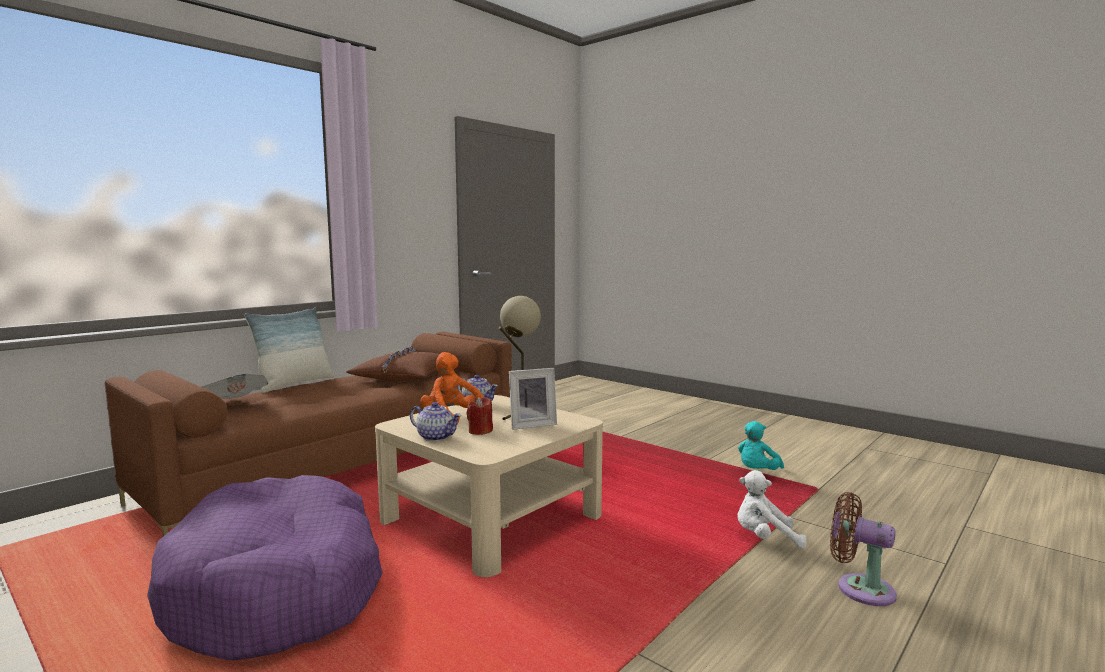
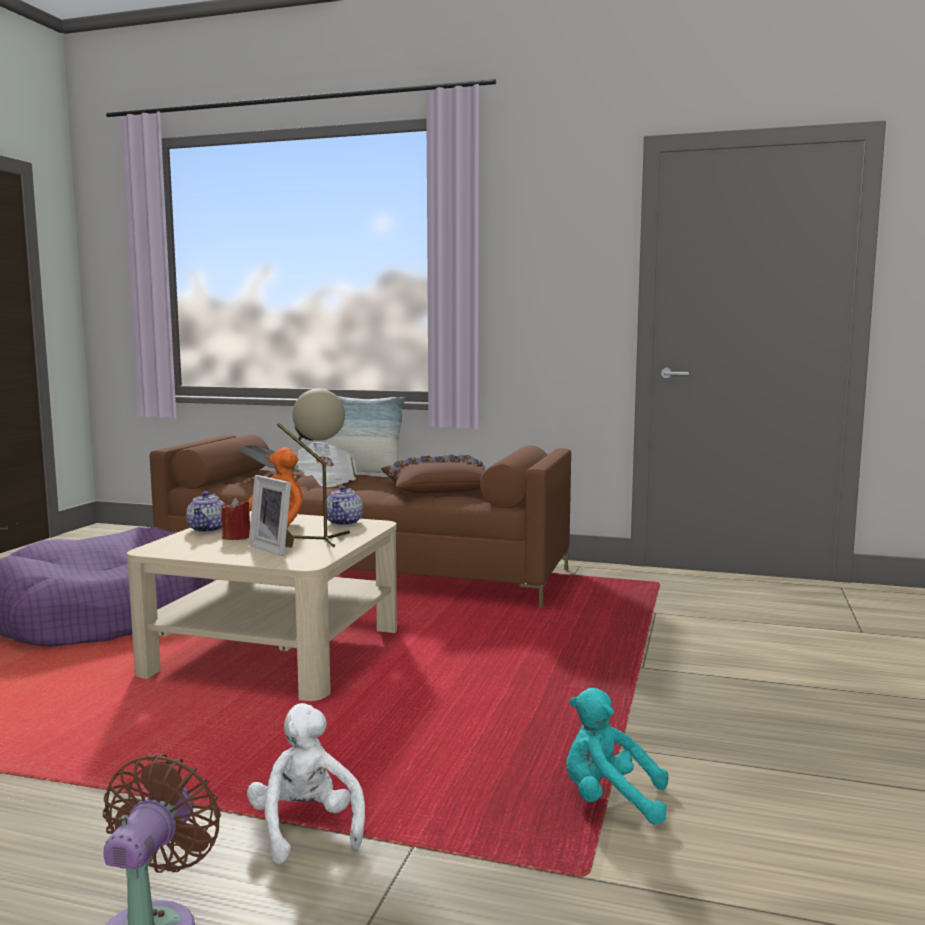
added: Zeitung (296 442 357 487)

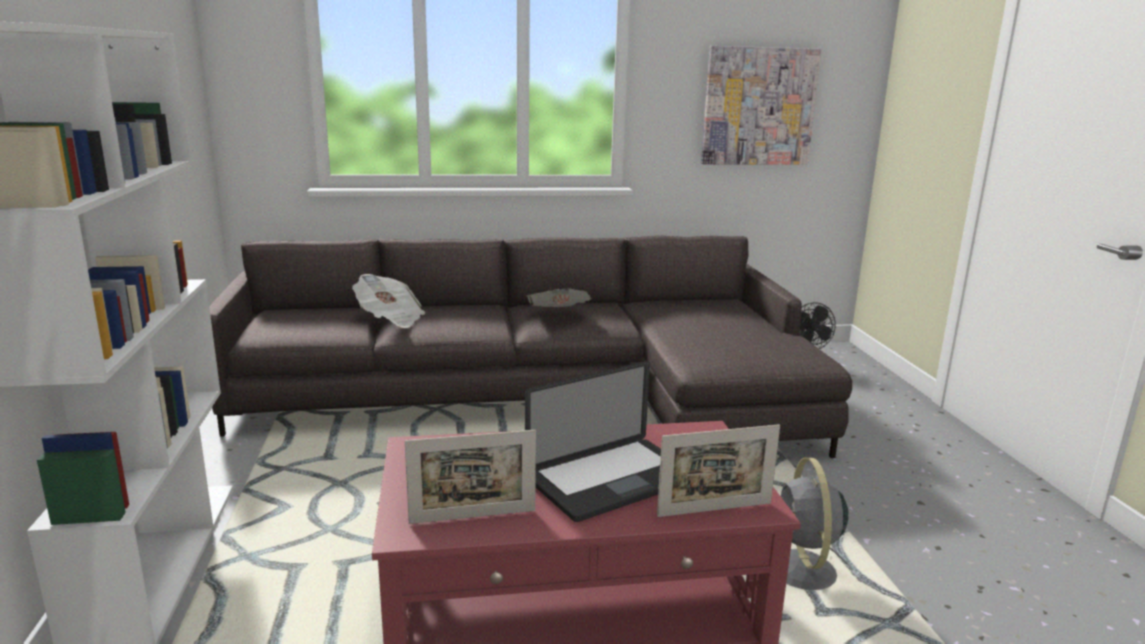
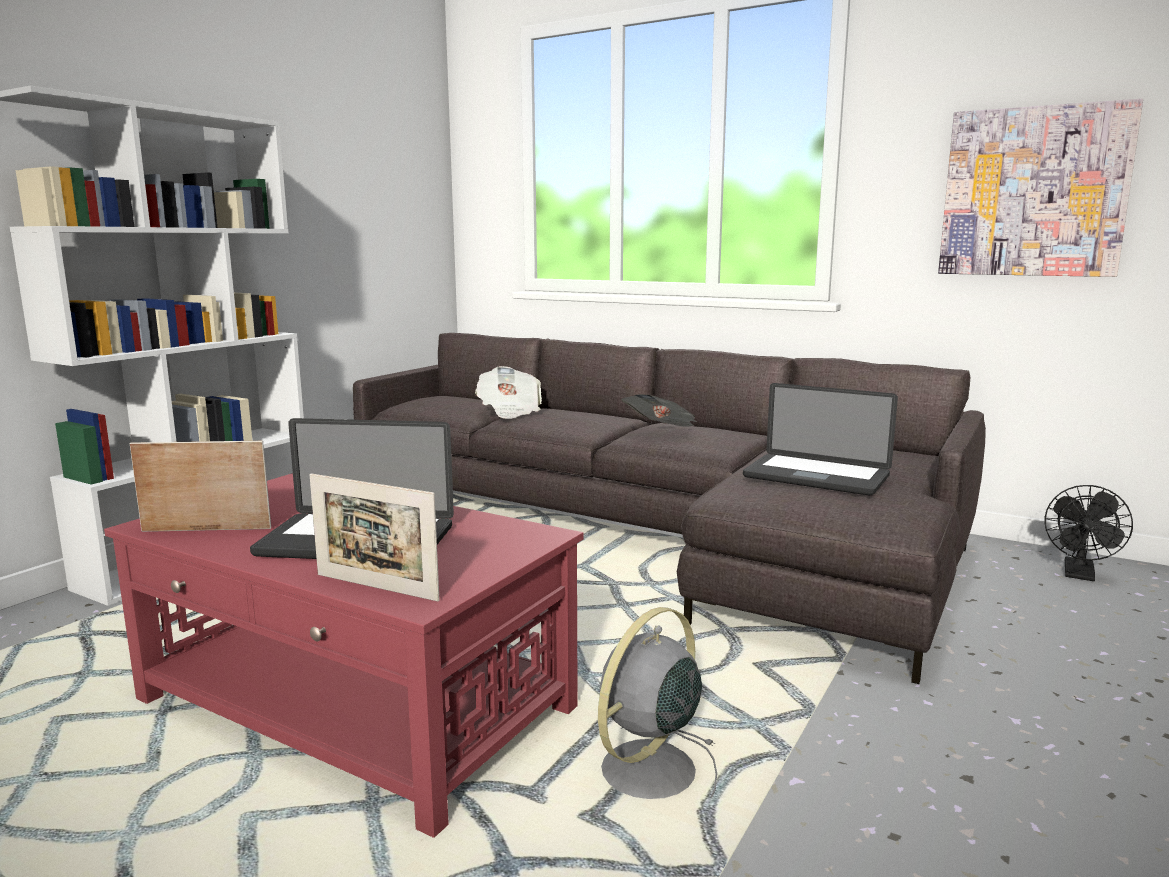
added: Laptop (743 383 898 495)
turned: Bilderrahmen (405 430 536 524) = (129 441 271 532) 150 degrees clockwise

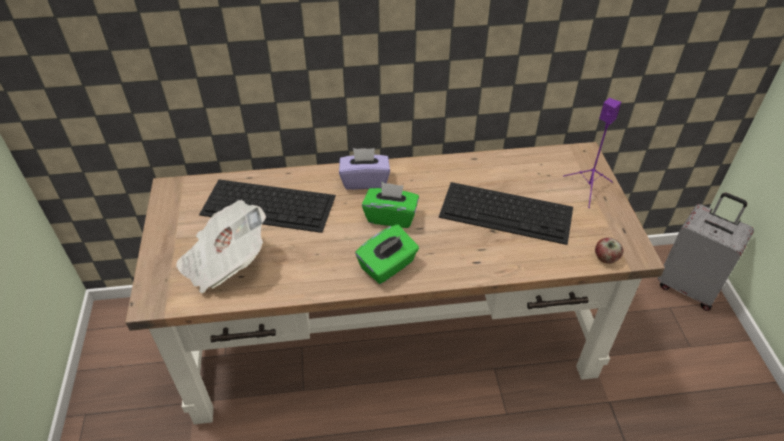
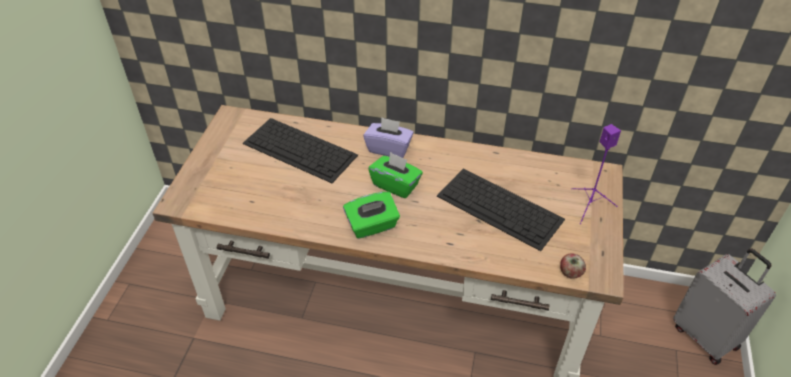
removed: Zeitung (176 200 266 293)

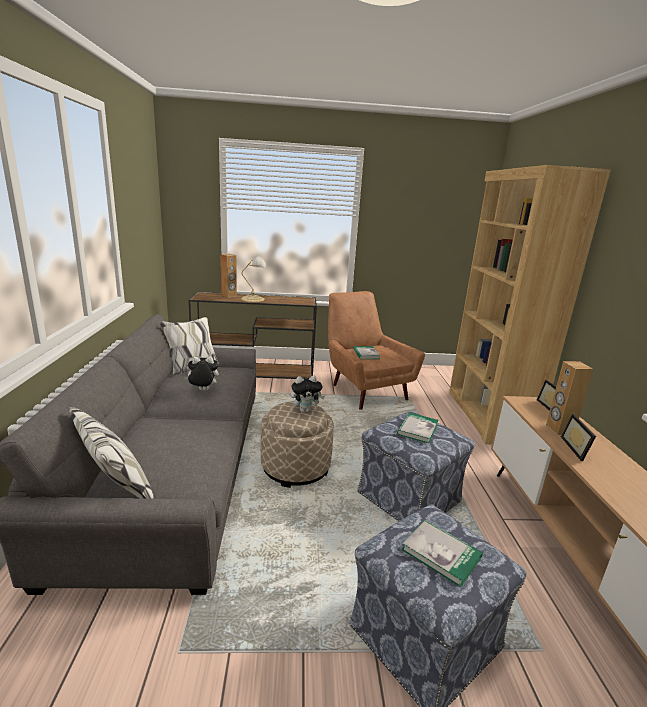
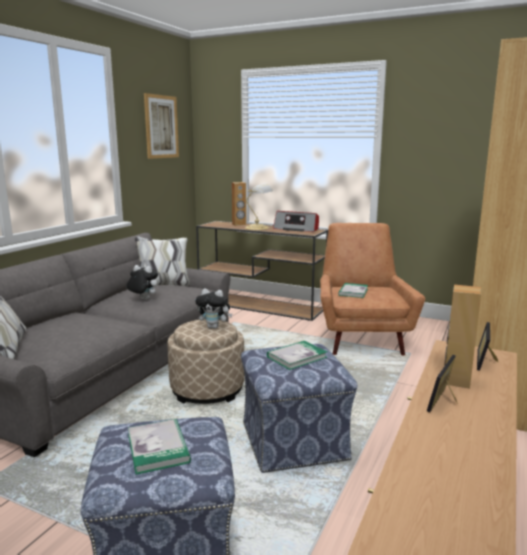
added: Bild (144 93 179 159); Radio (273 211 319 232)

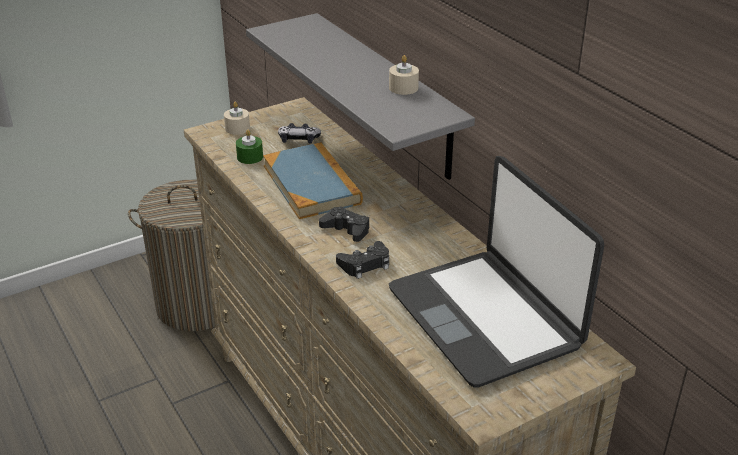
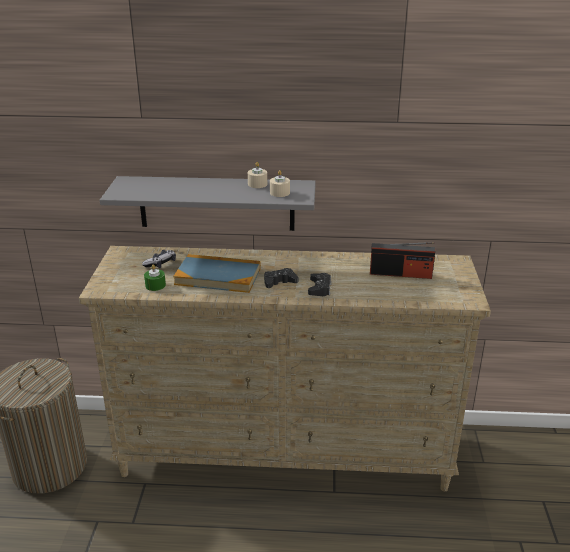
moved: Kerze [beige] (224 102 250 135) to (270 170 290 197)
replaced: Laptop (389 156 604 387) to Radio (370 242 435 279)

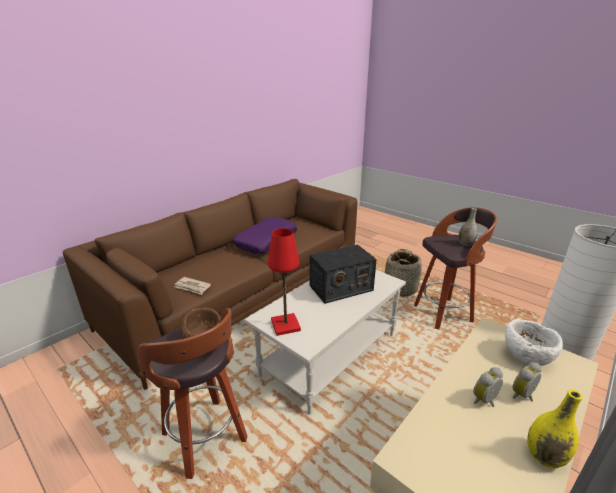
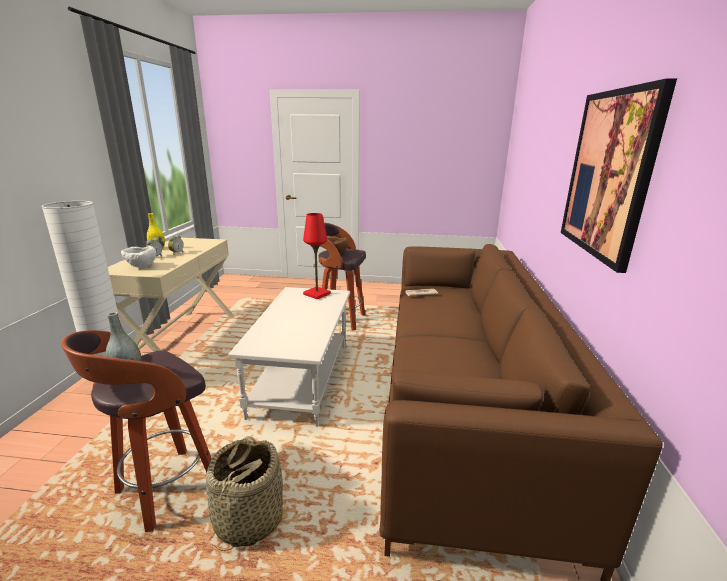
removed: Kissen [lila] (233 217 297 254); Radio (309 245 377 304)
added: Bild (561 78 677 273)

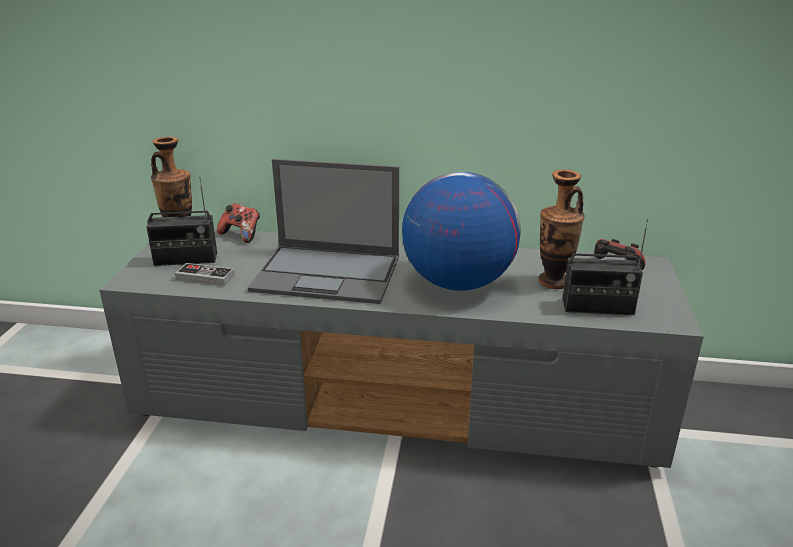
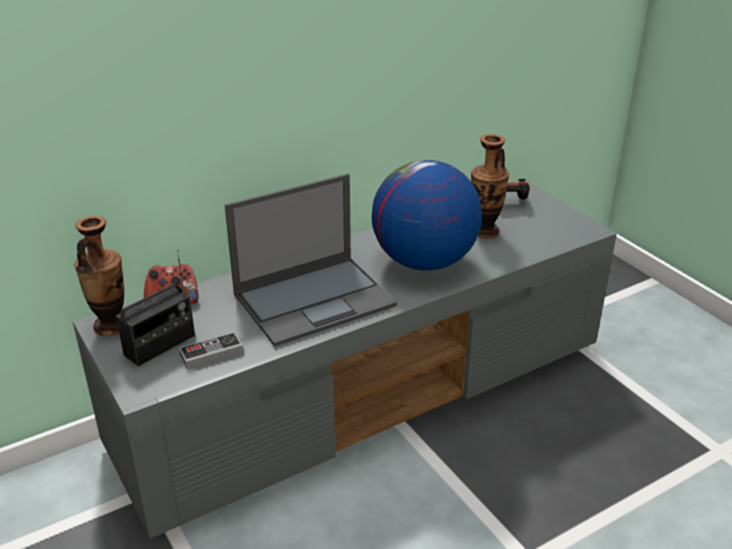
removed: Radio (563 219 648 315)

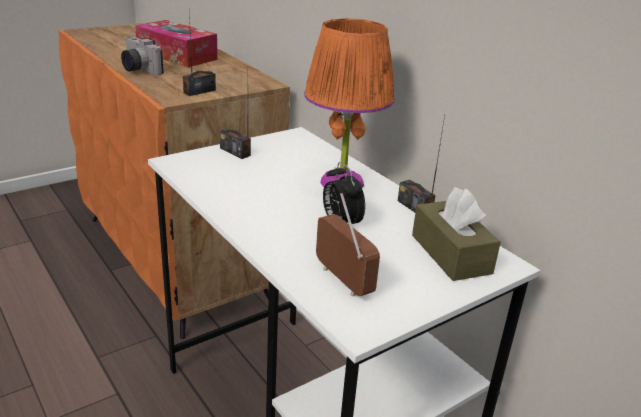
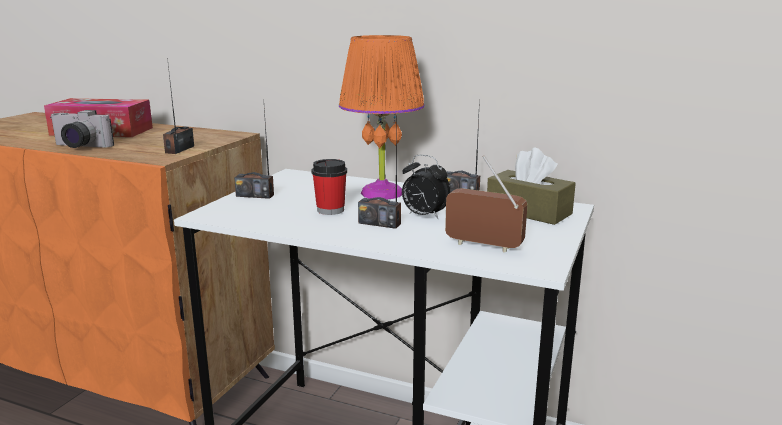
added: Tasse (312 159 347 215); Radio (358 116 401 229)

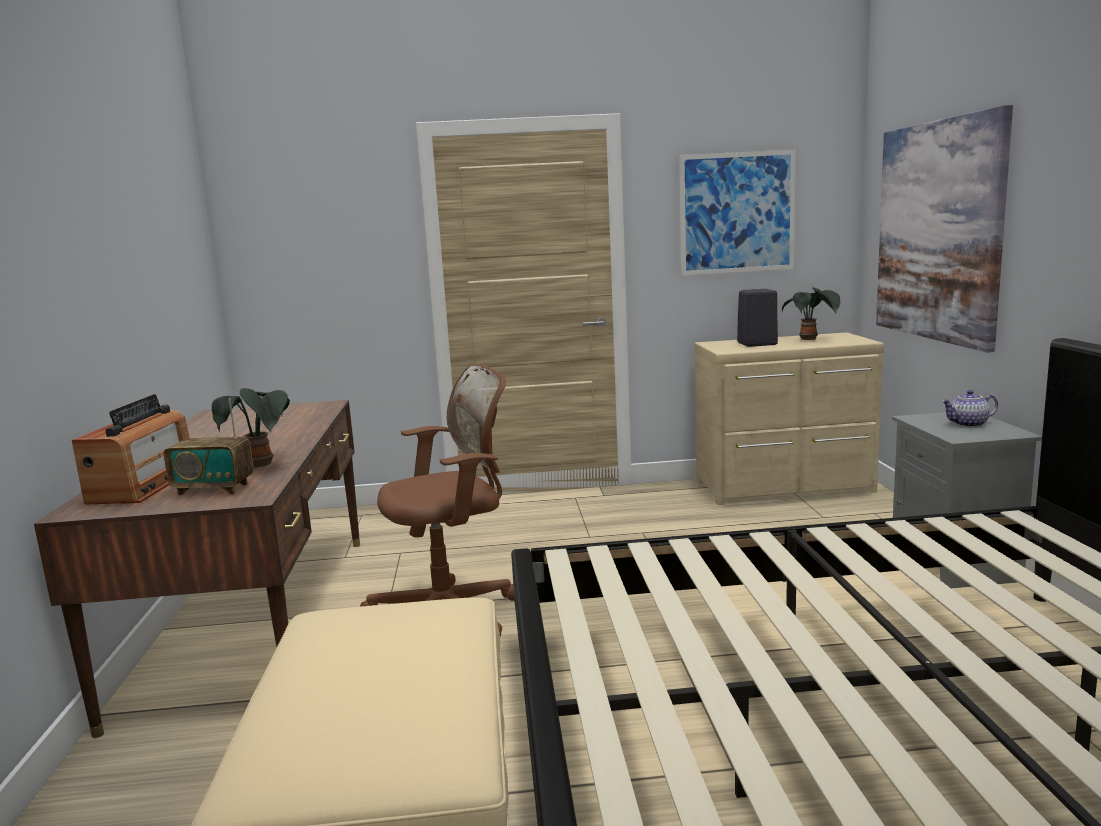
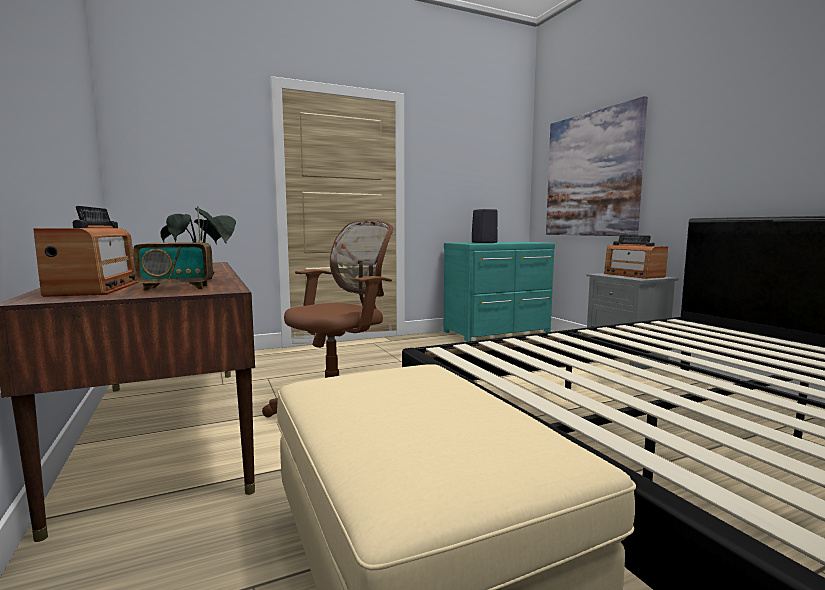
removed: Bild (679 150 796 276); Topfpflanze (782 287 840 340)
replaced: Teekanne (941 390 998 427) to Radio (604 235 668 279)
recoloured: Kommode [beige] (694 332 884 505) to Kommode [türkis] (443 242 555 342)

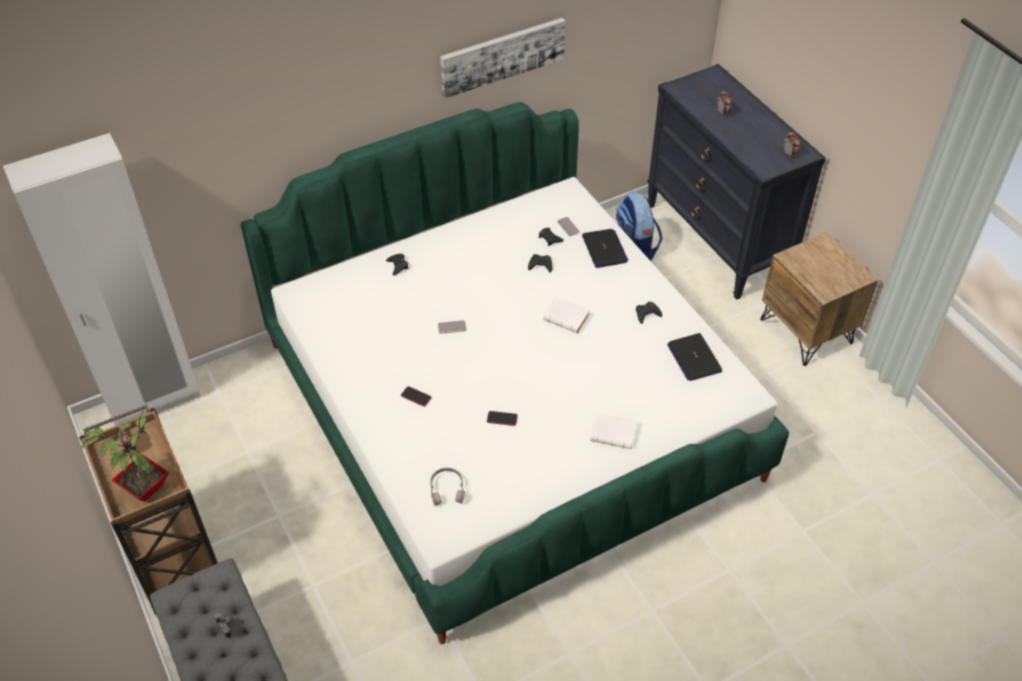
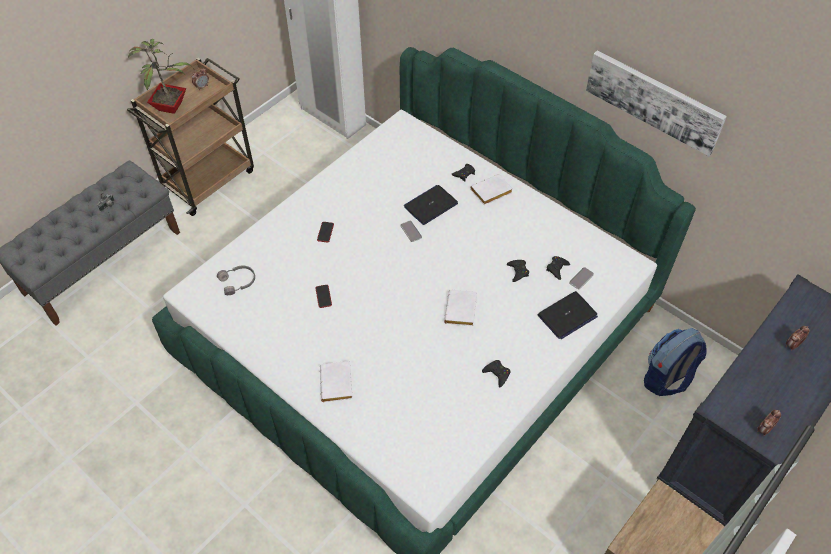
added: Buch [weiß] (471 174 513 205)
moved: Laptop (667 333 722 381) to (404 185 458 225)

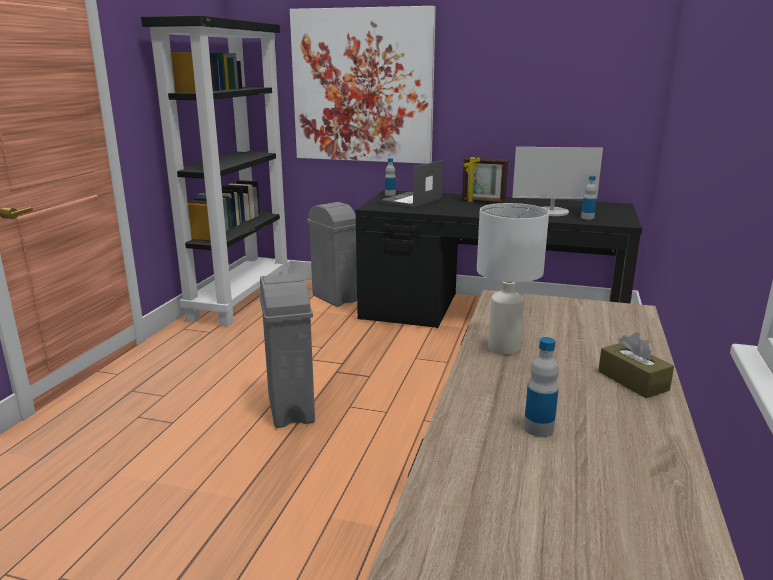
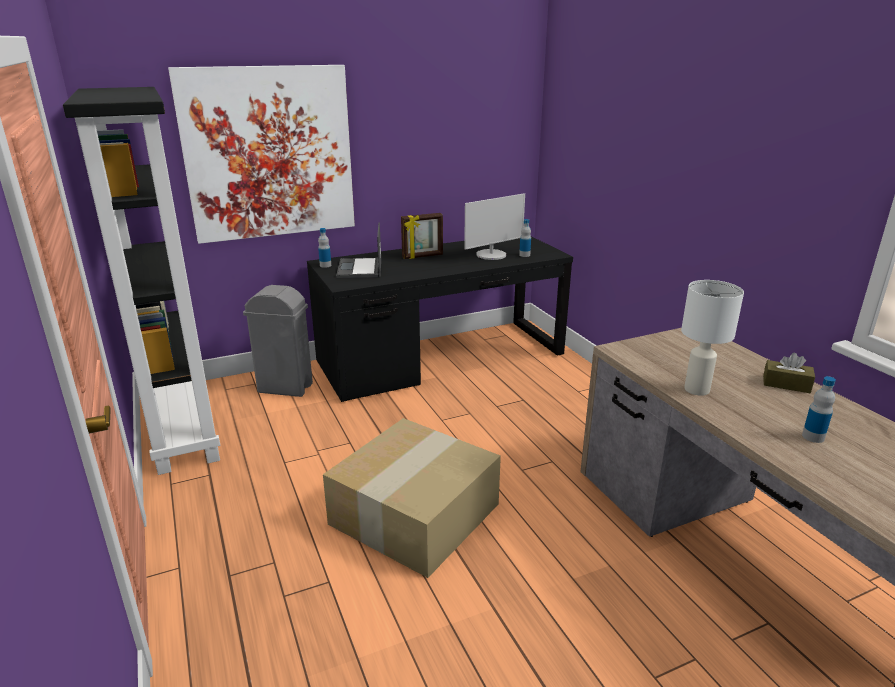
replaced: Mülleimer [grau] (259 273 315 428) to Karton (323 418 501 578)

